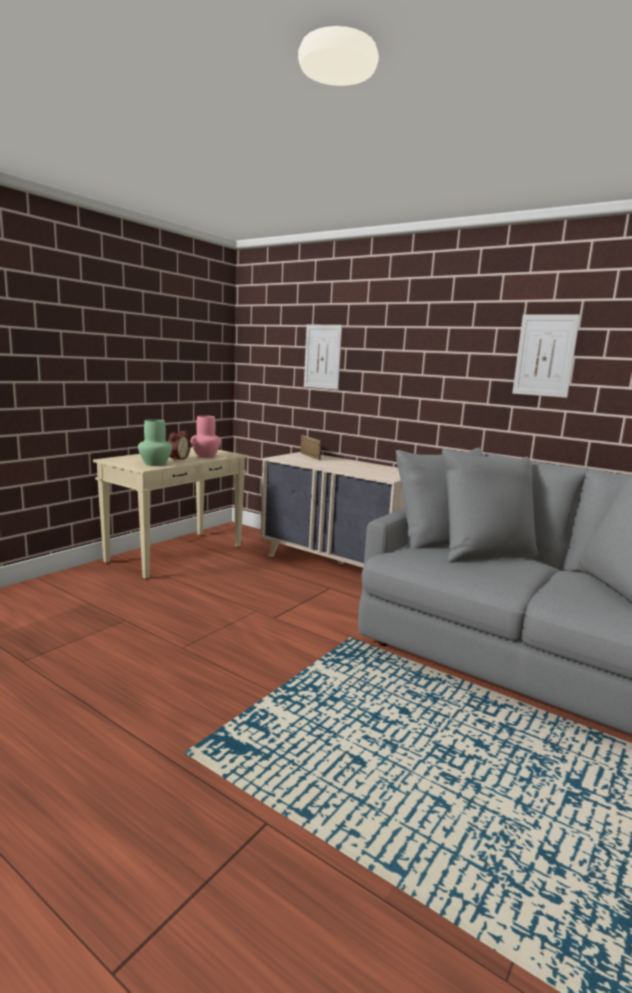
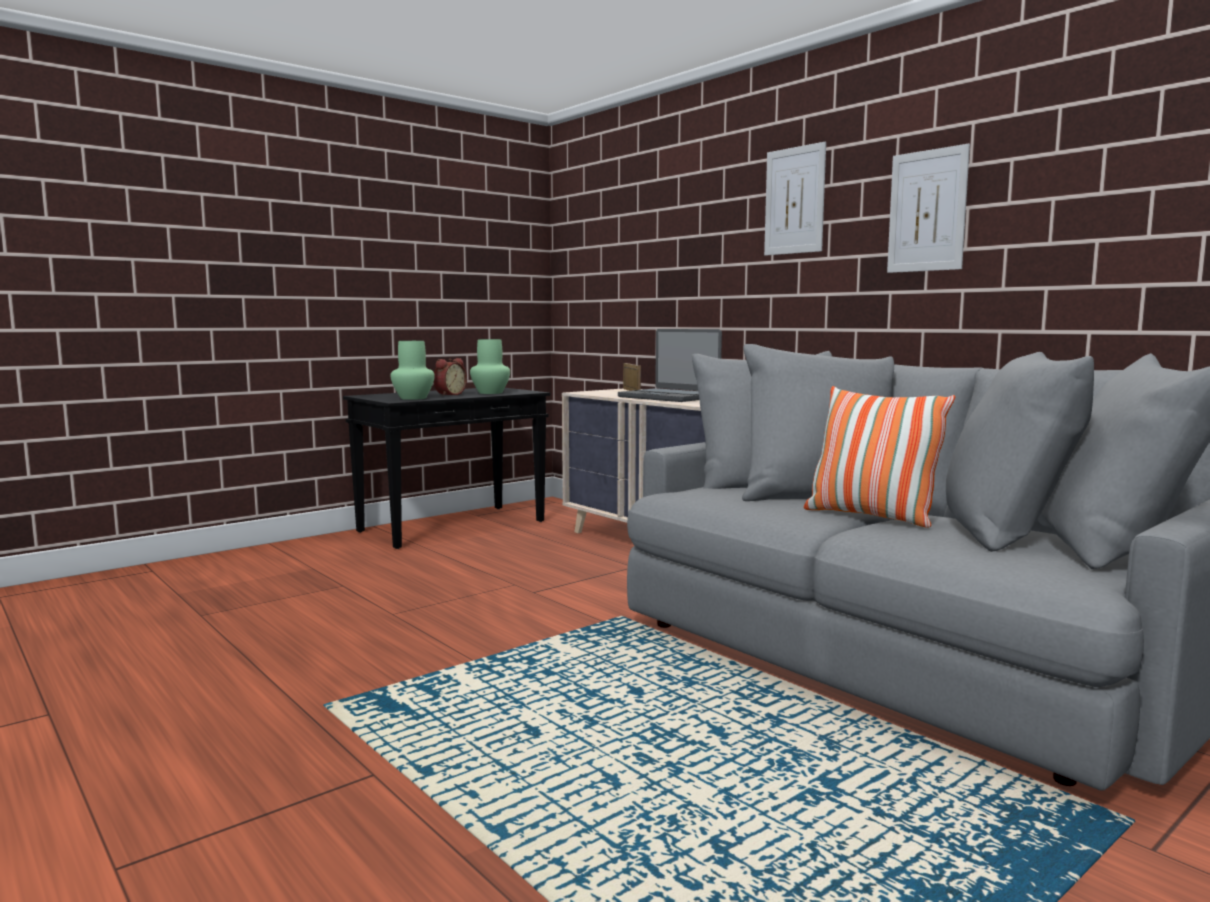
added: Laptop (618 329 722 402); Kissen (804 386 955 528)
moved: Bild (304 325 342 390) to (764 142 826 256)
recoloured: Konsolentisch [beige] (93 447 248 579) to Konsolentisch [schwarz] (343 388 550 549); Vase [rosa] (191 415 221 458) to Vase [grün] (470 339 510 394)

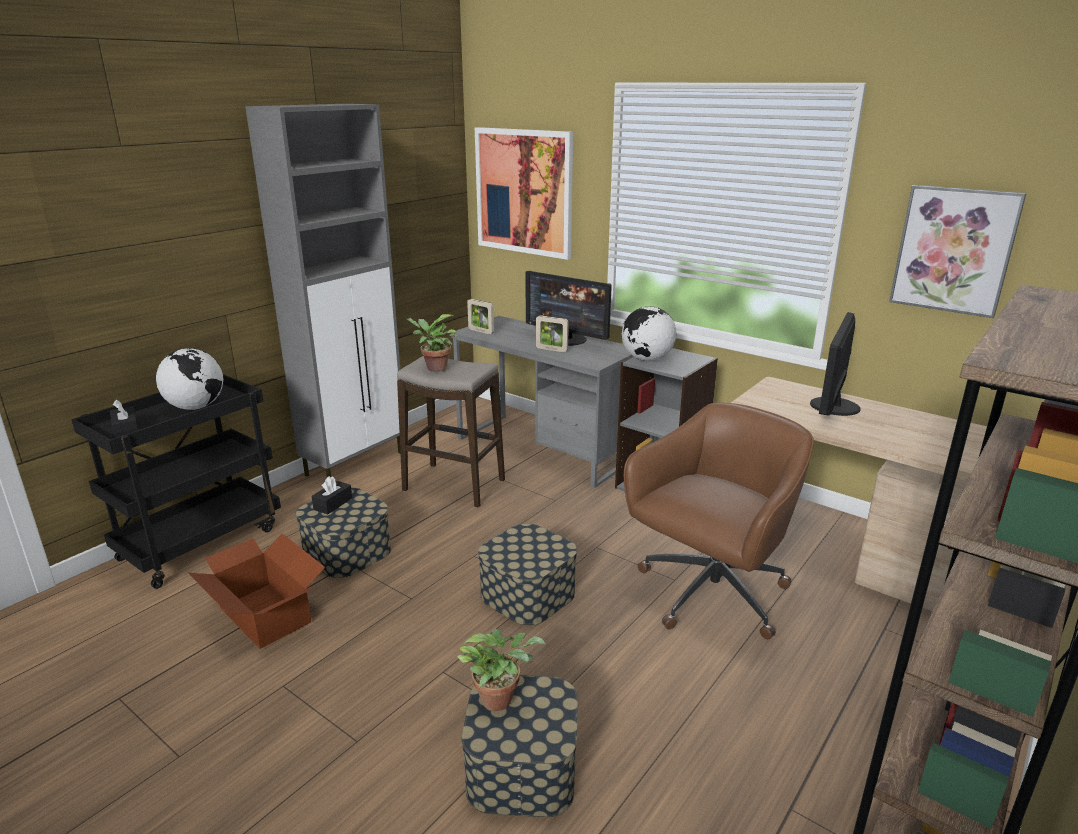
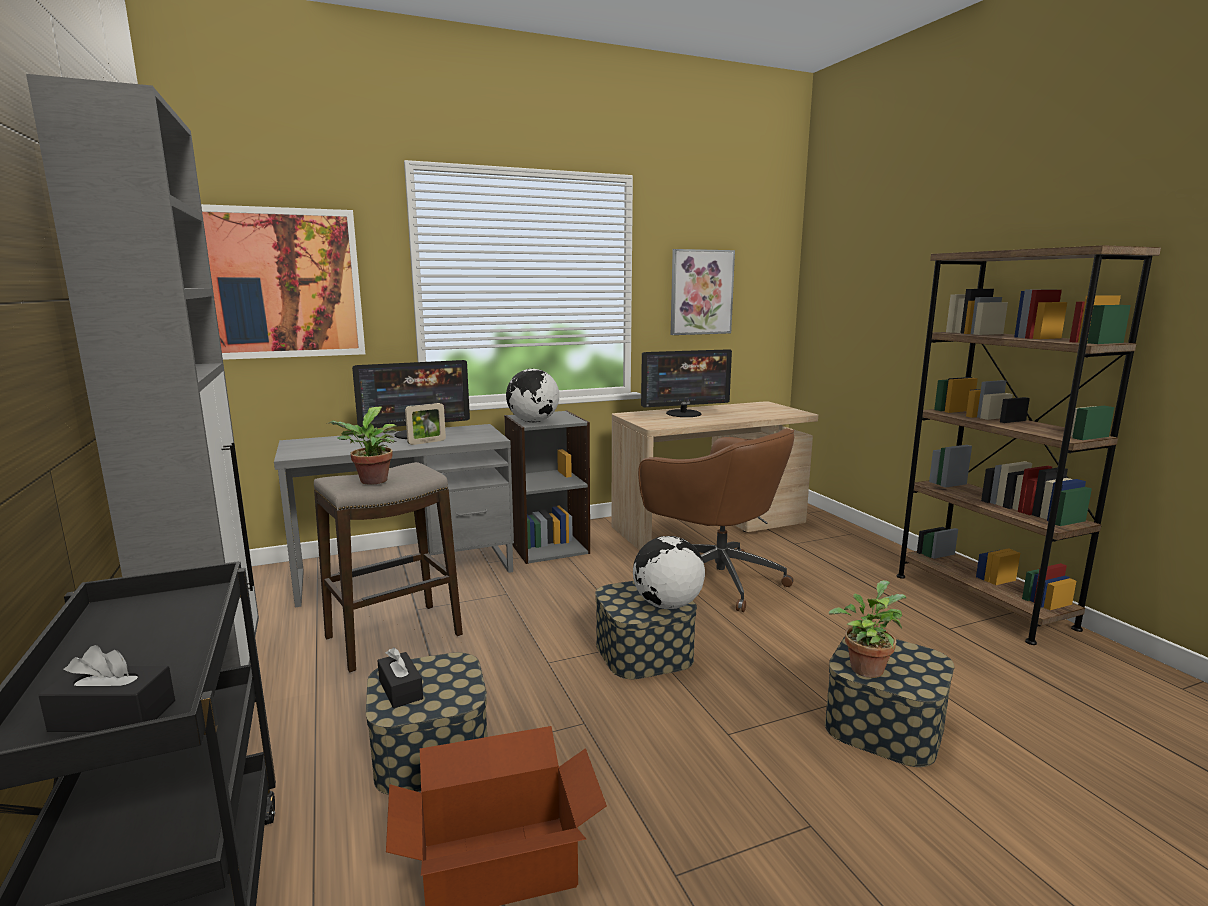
removed: Bilderrahmen (467 299 494 334)
moved: Globus (156 348 223 410) to (633 536 705 609)
turned: Bürostuhl [braun] (624 403 814 639) = (638 428 794 612) 150 degrees clockwise; Monitor (810 312 861 416) = (641 349 732 417) 75 degrees counterclockwise

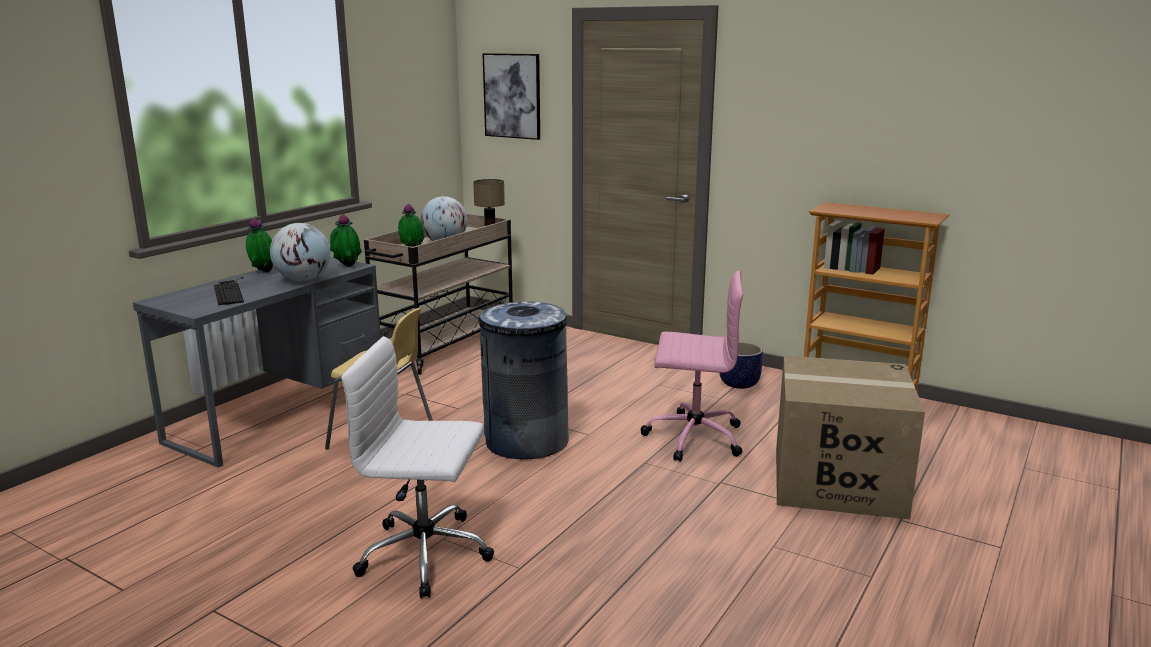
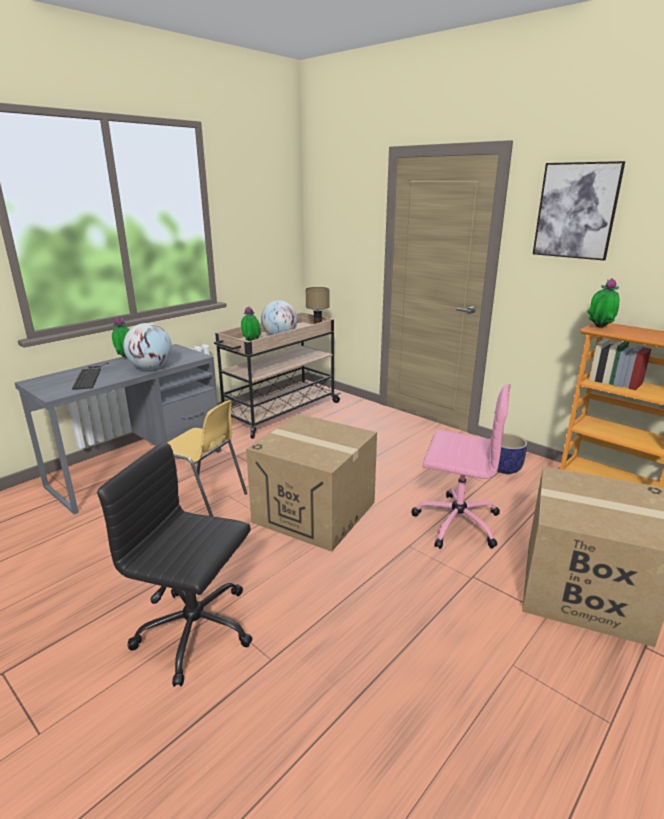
moved: Topfpflanze (330 214 362 267) to (587 278 620 328); Bild (483 53 540 140) to (533 161 625 260)
replaced: Mülleimer [grau] (479 301 569 459) to Karton (246 414 377 552)
recoloured: Bürostuhl [weiß] (341 336 494 599) to Bürostuhl [schwarz] (97 441 252 687)

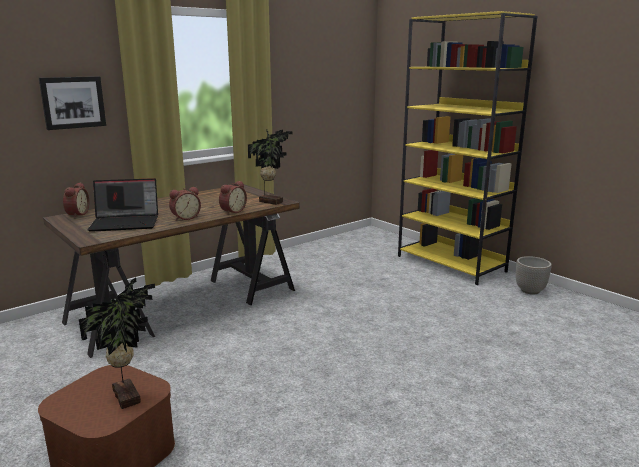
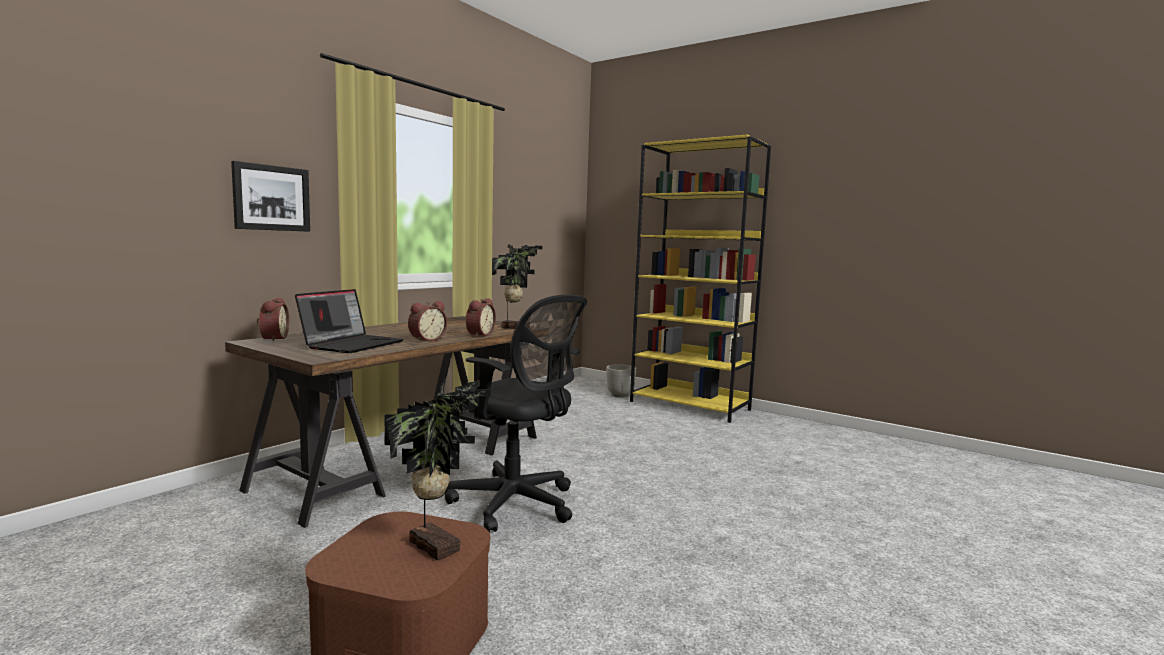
added: Bürostuhl [schwarz] (444 294 587 532)
moved: Pflanzkübel (516 256 552 295) to (606 364 636 398)
turned: Laptop (87 178 158 232) = (295 289 404 353) 45 degrees counterclockwise

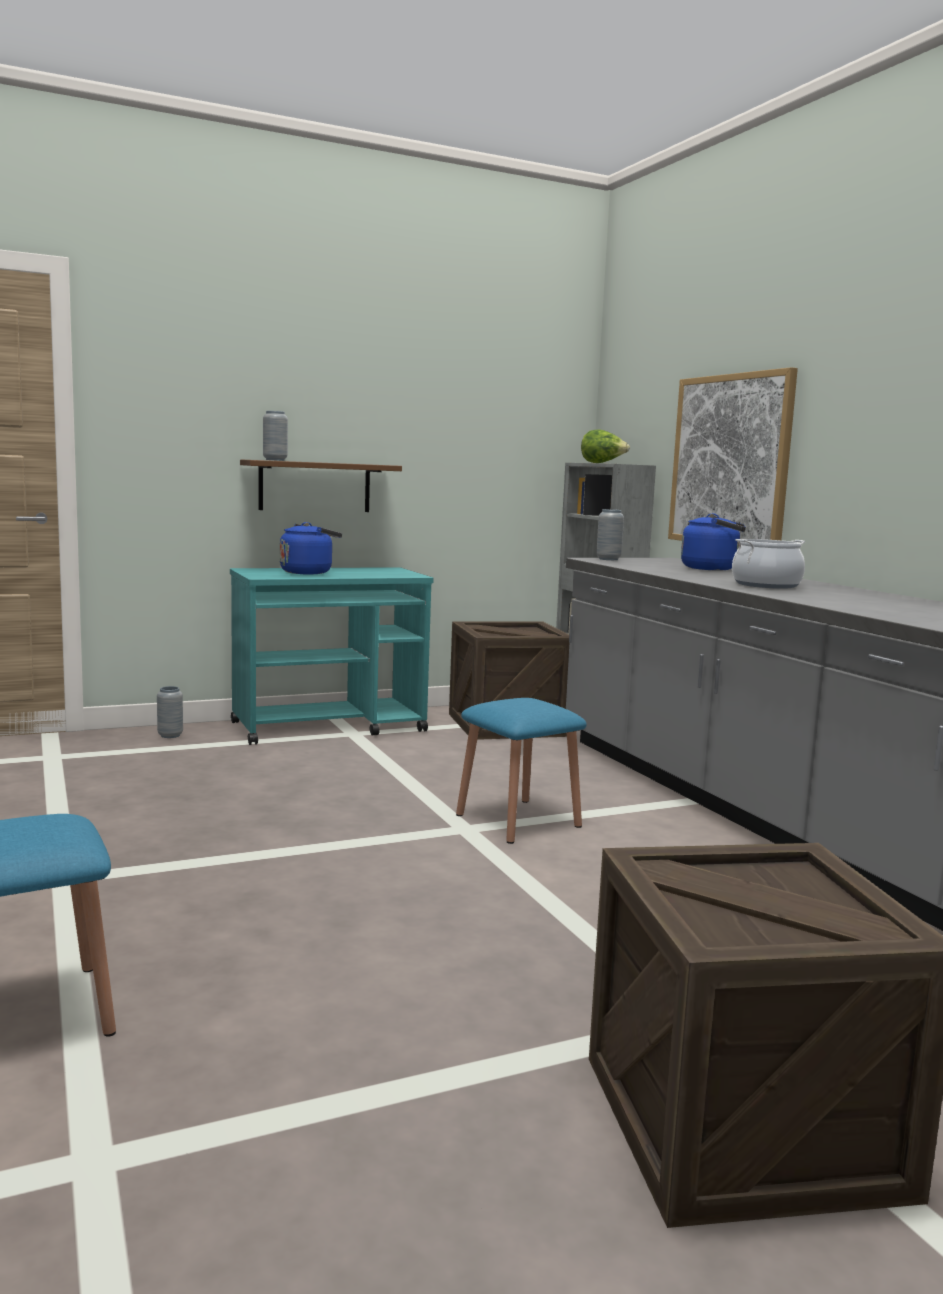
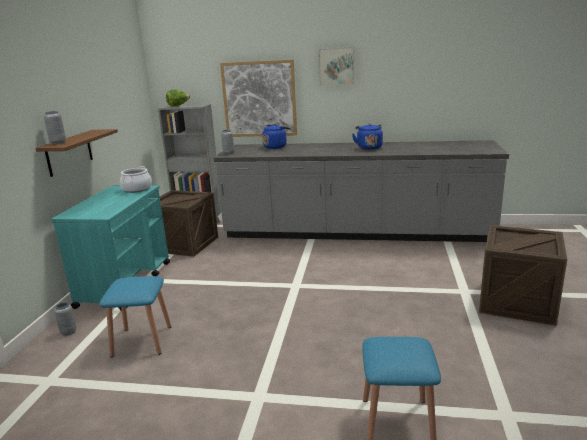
added: Bild (318 47 355 86)
moved: Wasserkessel [blau] (280 522 342 574) to (352 124 383 150); Hocker [blau] (456 698 587 844) to (100 276 171 357); Kochtopf (732 539 805 589) to (120 166 152 193)

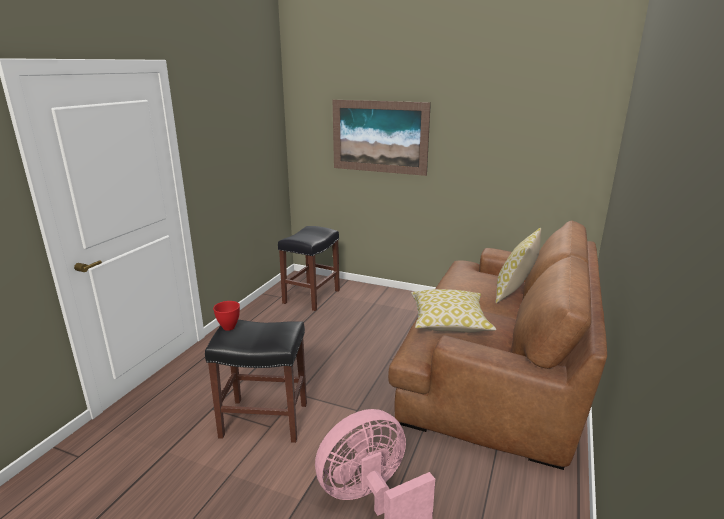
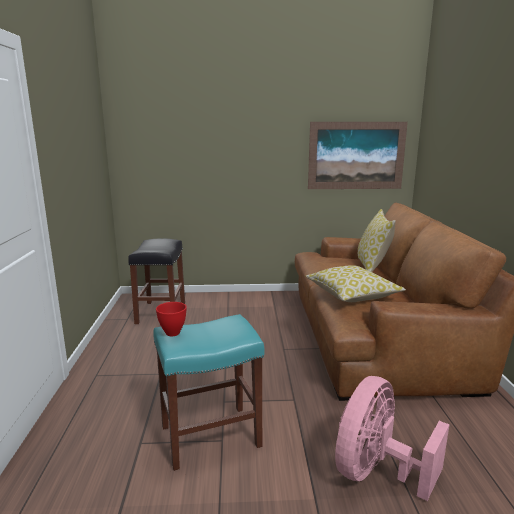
moved: Bild (333 100 431 176) to (308 122 408 189)
recoloured: Hocker [schwarz] (205 320 307 443) to Hocker [türkis] (153 314 264 471)

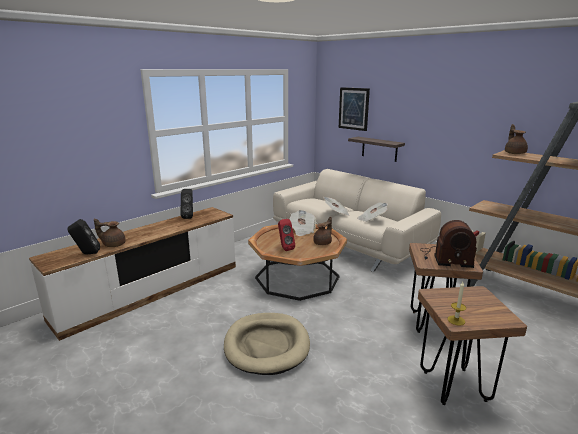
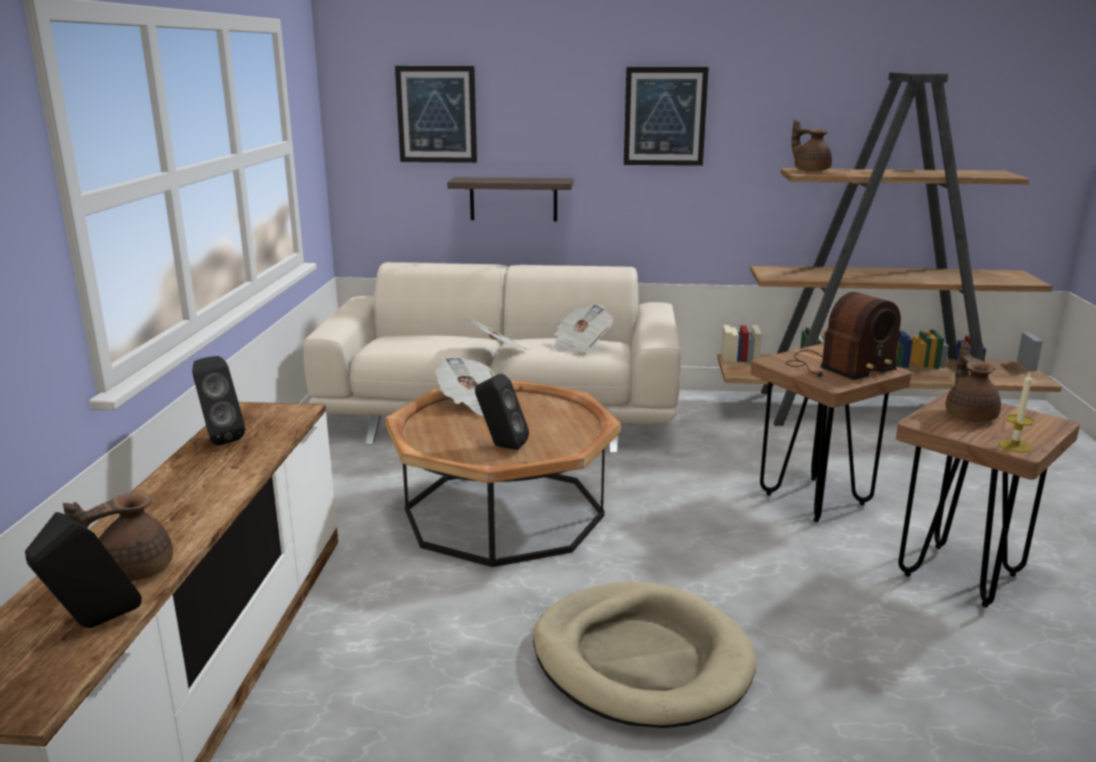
added: Bild (624 67 709 166)
moved: Teekanne [braun] (313 216 332 245) to (946 341 1001 422)
recoloured: Lautsprecher [rot] (278 219 295 251) to Lautsprecher [schwarz] (475 373 529 450)

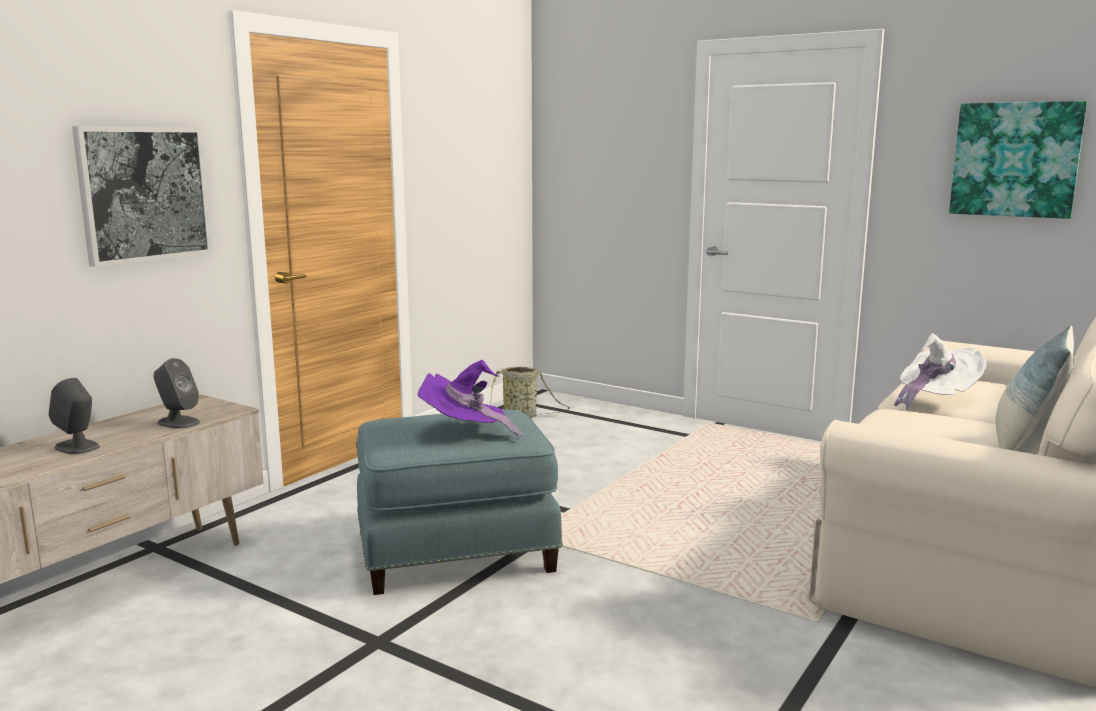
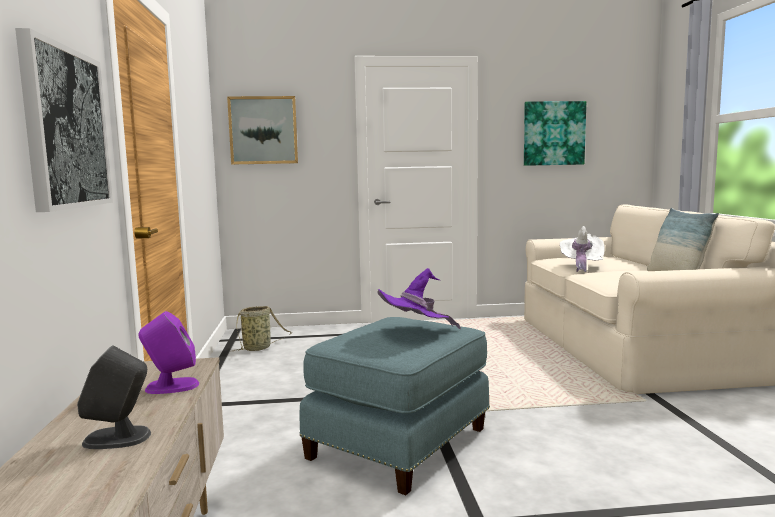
added: Bild (227 96 298 165)
recoloured: Lautsprecher [grau] (154 358 200 429) to Lautsprecher [lila] (138 311 199 394)

